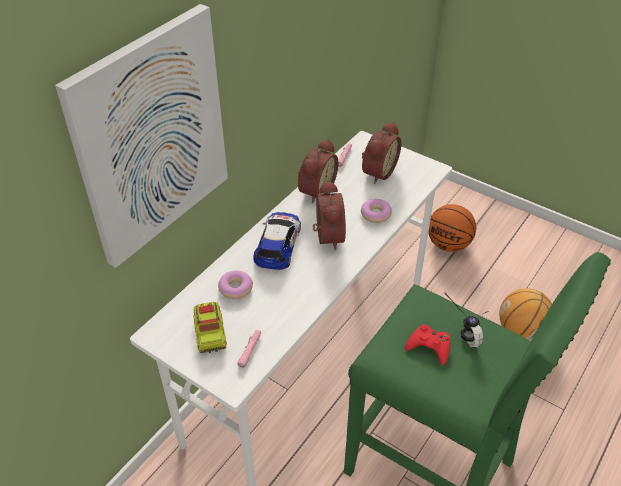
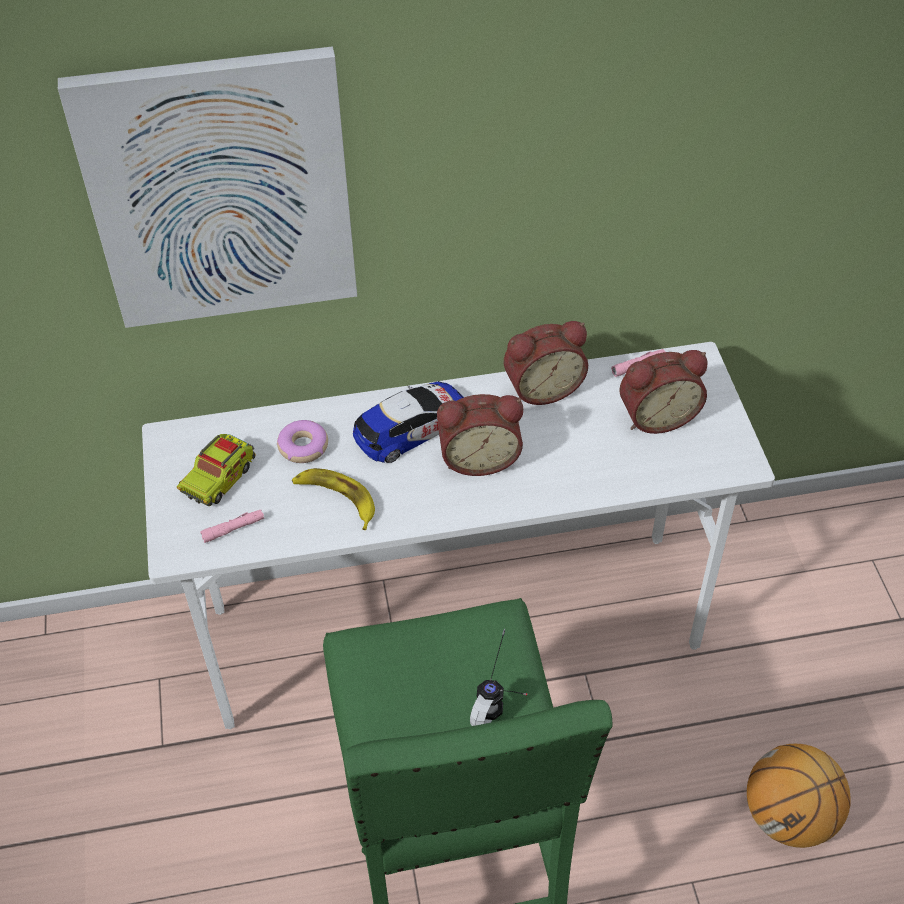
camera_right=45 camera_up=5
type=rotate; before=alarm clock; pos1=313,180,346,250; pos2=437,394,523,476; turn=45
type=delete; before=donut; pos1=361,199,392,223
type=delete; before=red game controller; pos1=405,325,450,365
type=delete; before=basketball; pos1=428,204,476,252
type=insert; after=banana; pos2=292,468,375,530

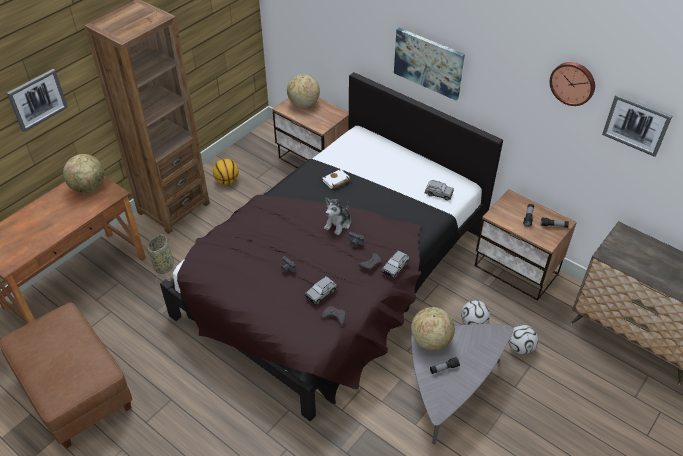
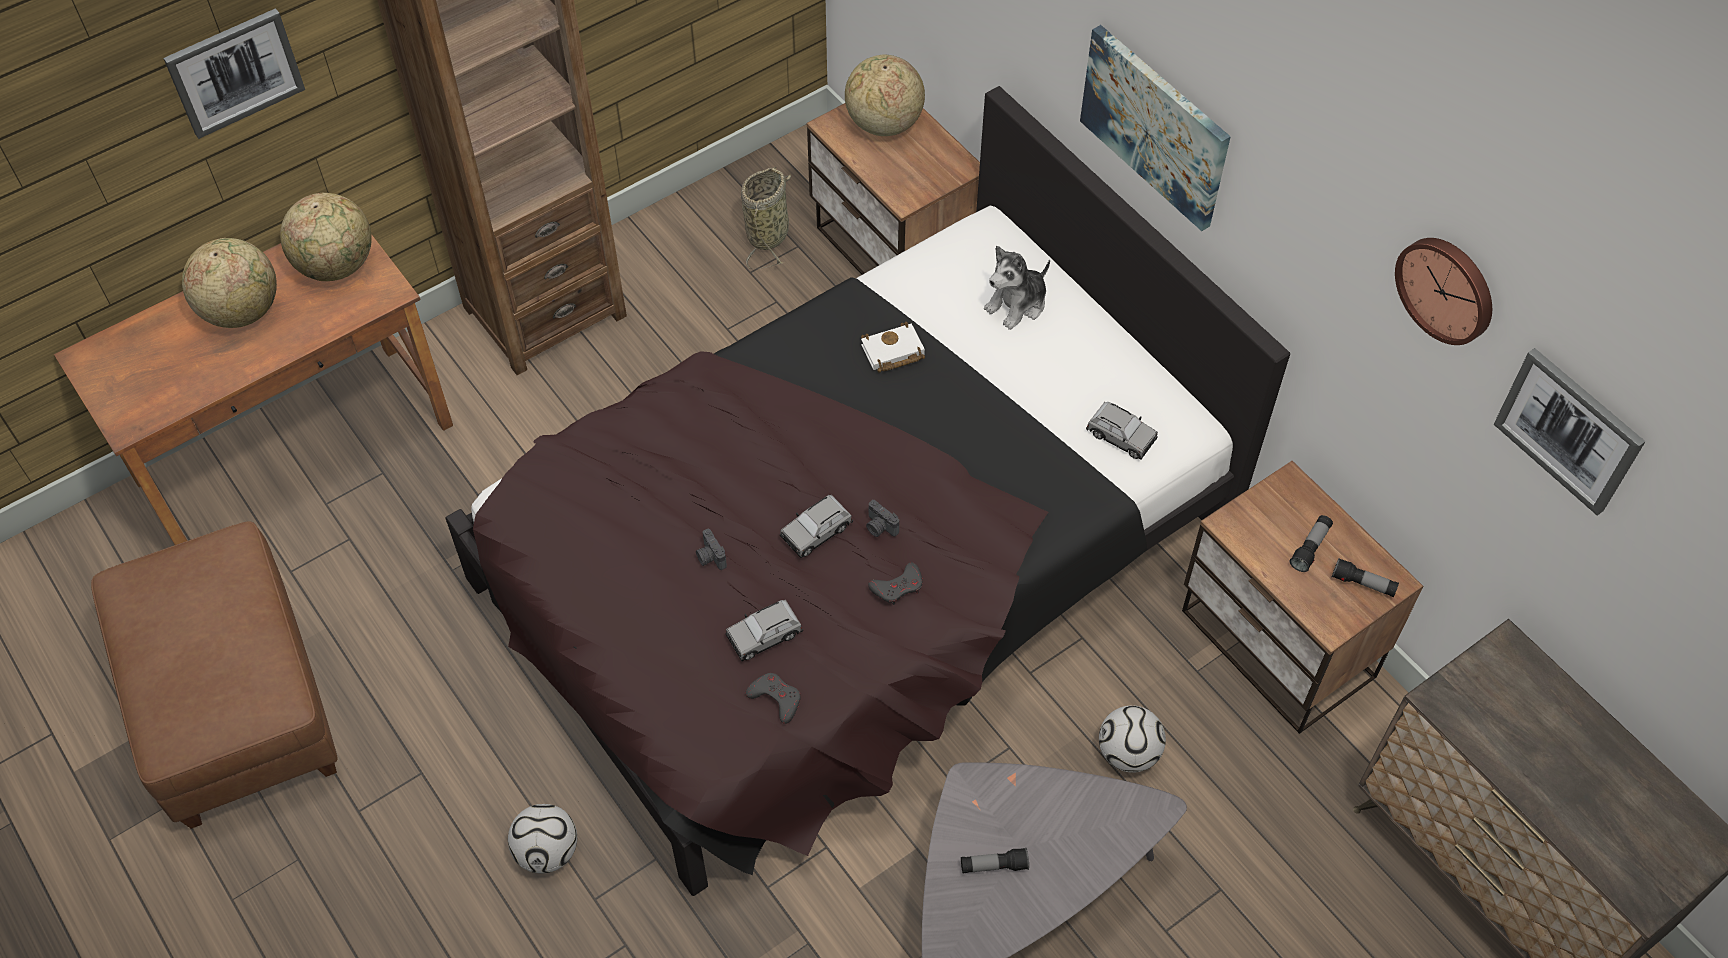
camera_right=15 camera_up=10
type=move; before=basket; pos1=147,234,174,284; pos2=741,167,791,269
type=delete; before=basketball; pos1=213,159,239,185
type=move; before=plush toy; pos1=324,198,351,235; pos2=984,246,1050,330
type=move; before=grey toy car; pos1=381,250,410,278; pos2=780,495,853,558
type=move; before=globe; pos1=411,307,455,351; pos2=182,238,277,328
type=move; before=football; pos1=508,325,538,354; pos2=508,804,577,873

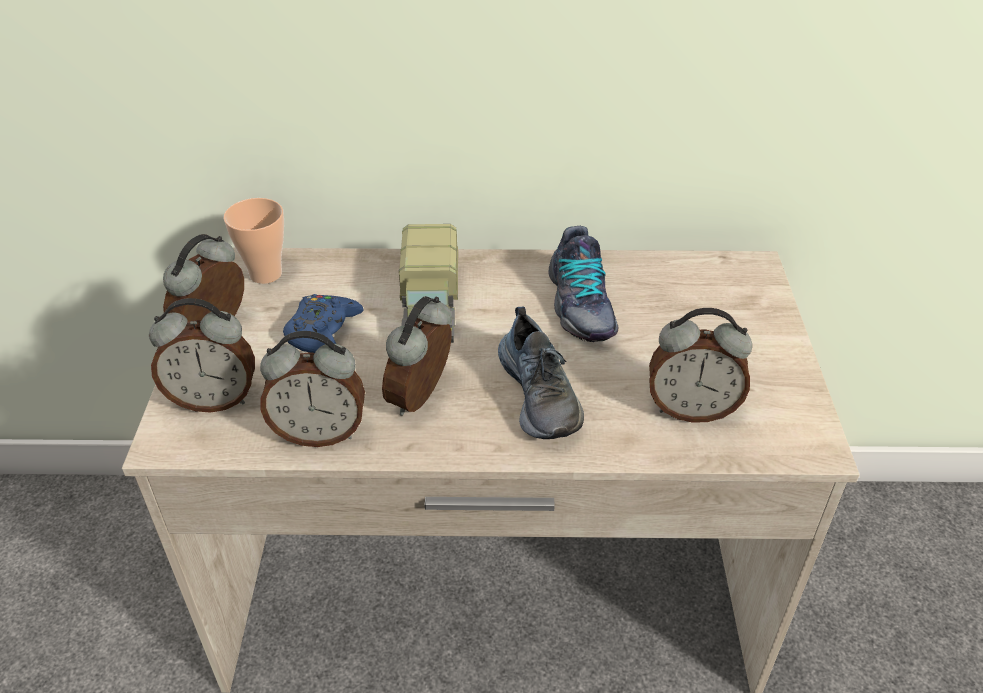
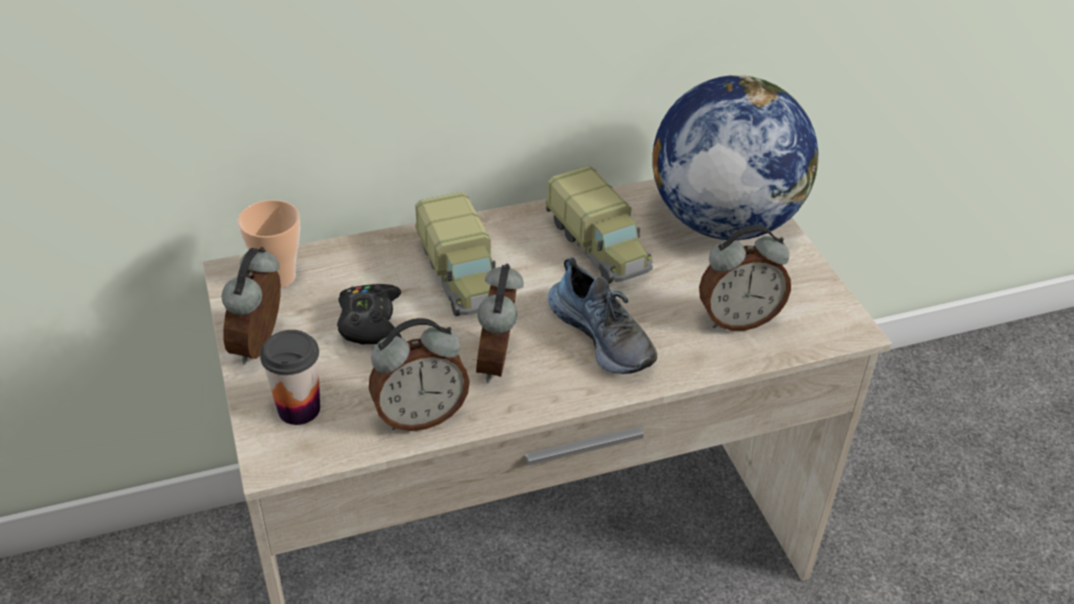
camera_right=-20 camera_up=0
type=replace; before=alarm clock; after=cup; pos1=149,298,255,413; pos2=260,330,320,425
type=recolor; before=blue game controller; after=black game controller; pos1=283,294,364,353; pos2=337,284,402,344
type=replace; before=shoe; after=toy truck; pos1=548,226,618,342; pos2=546,166,653,284
type=insert; after=globe; pos2=652,75,818,240

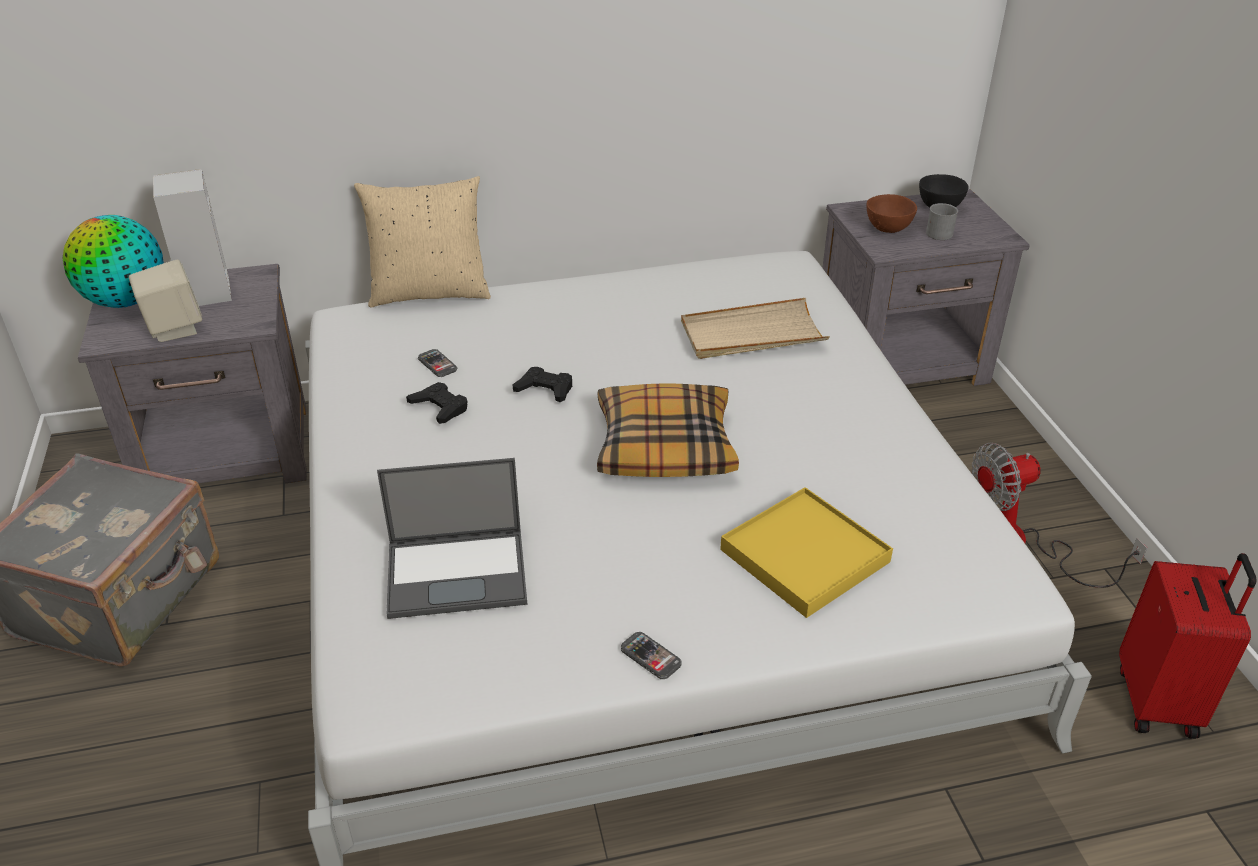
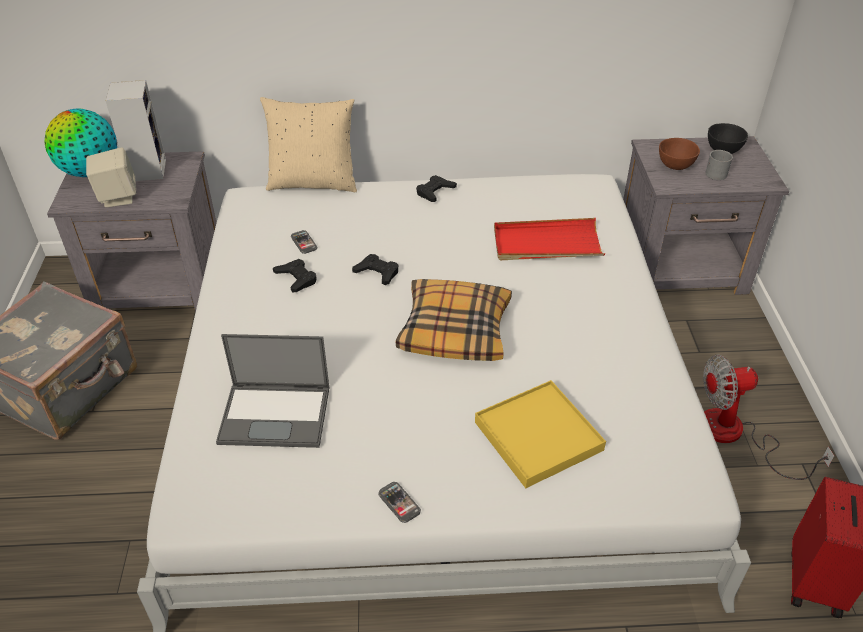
camera_right=10 camera_up=5
type=recolor; before=beige tray; after=red tray; pos1=681,298,830,359; pos2=494,218,605,260
type=insert; after=black game controller; pos2=416,175,457,202

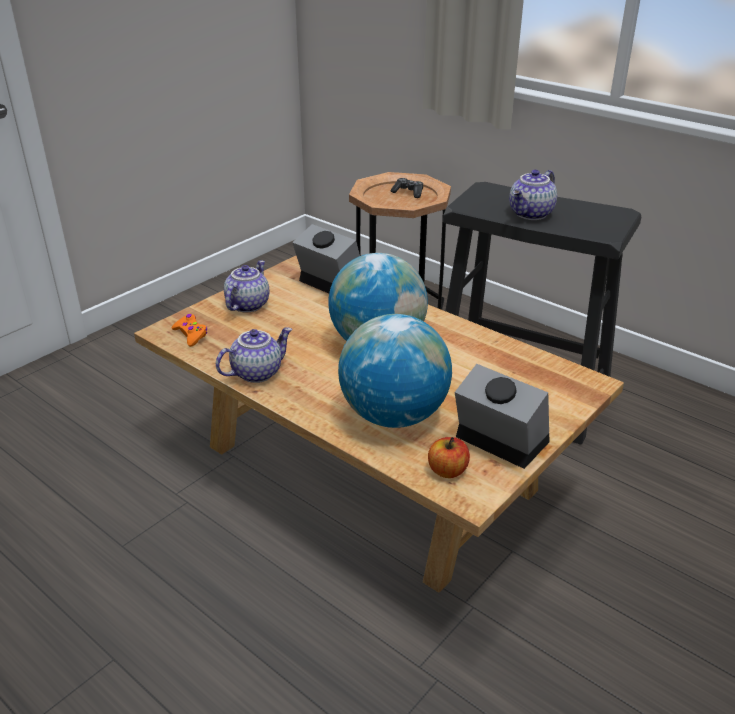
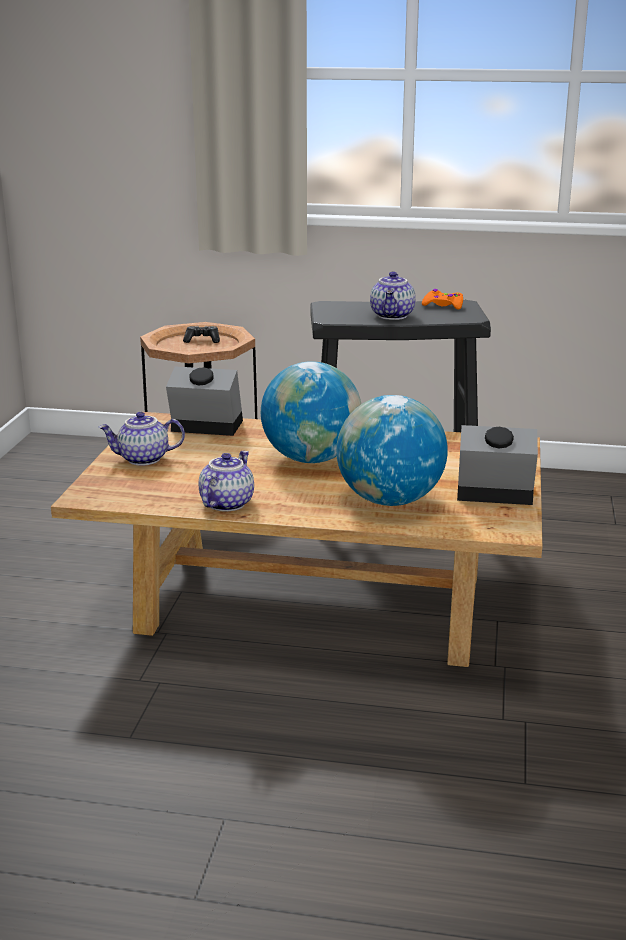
camera_right=-30 camera_up=-10
type=move; before=orange game controller; pos1=171,314,207,347; pos2=422,289,463,310
type=rotate; before=teapot; pos1=224,260,269,312; pos2=98,412,185,466; turn=-90
type=delete; before=apple; pos1=428,437,470,478

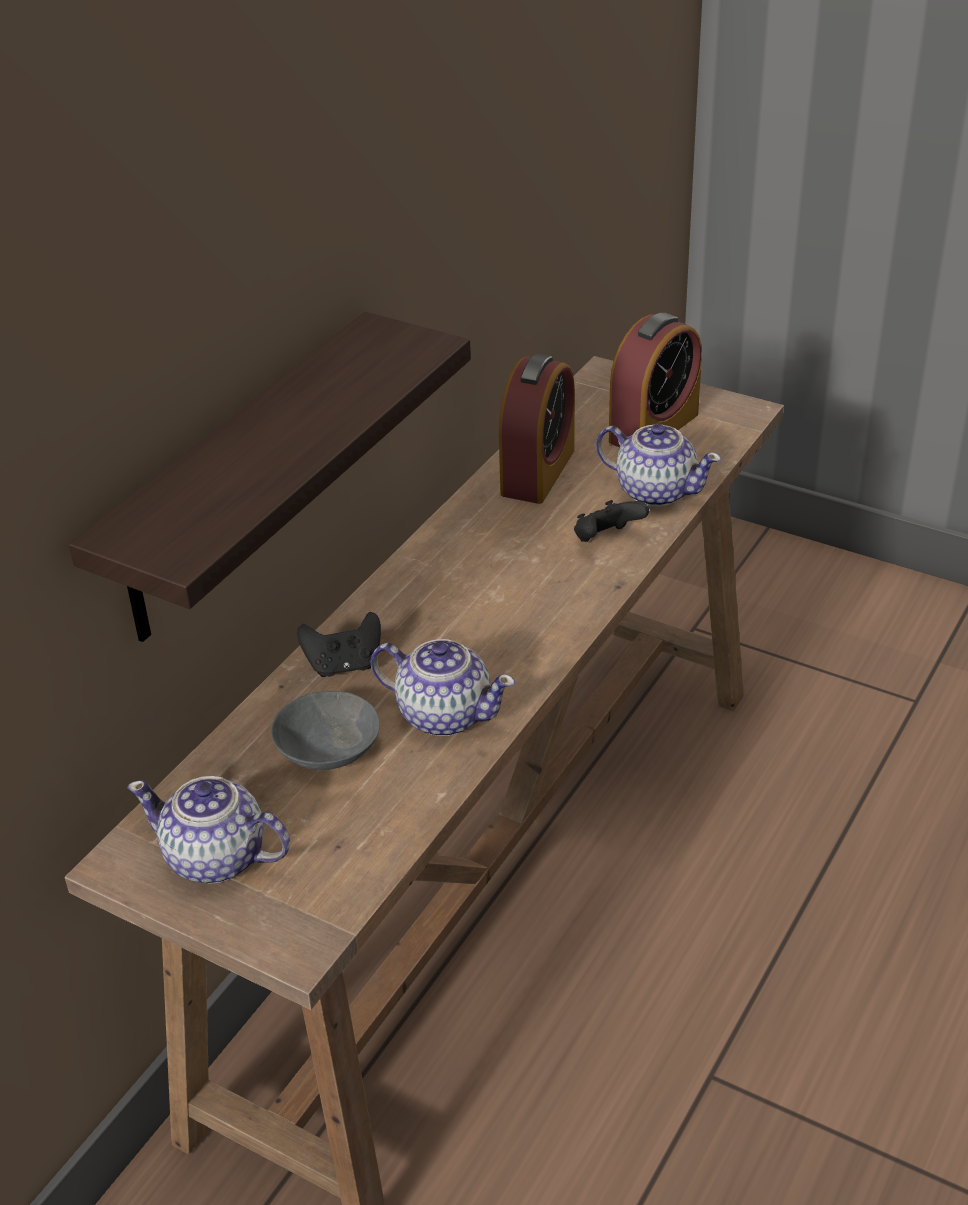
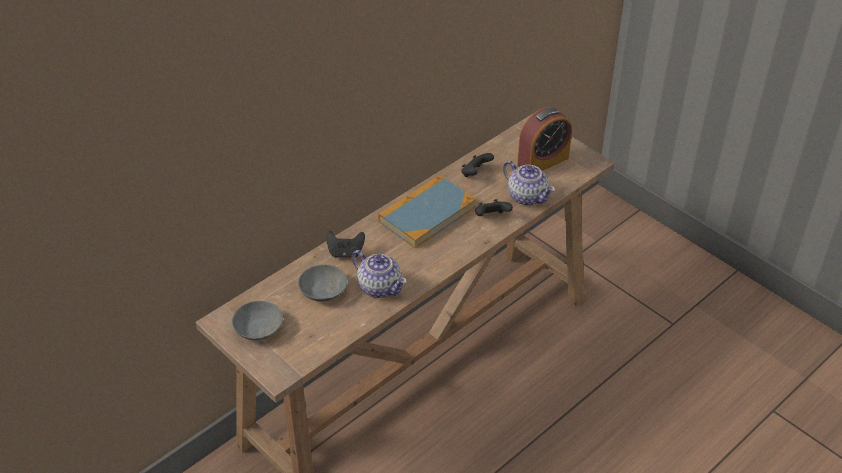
camera_right=15 camera_up=5
type=delete; before=shelf; pos1=69,312,471,642
type=replace; before=teapot; after=grey bowl; pos1=127,776,290,884; pos2=232,301,283,340
type=replace; before=alarm clock; after=black game controller; pos1=499,354,575,504; pos2=461,153,494,177
type=insert; after=book; pos2=378,175,476,248

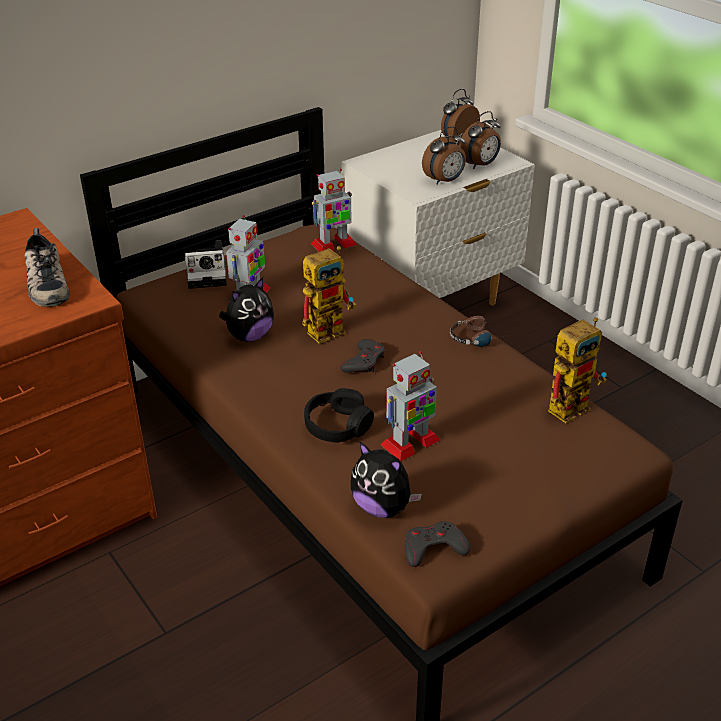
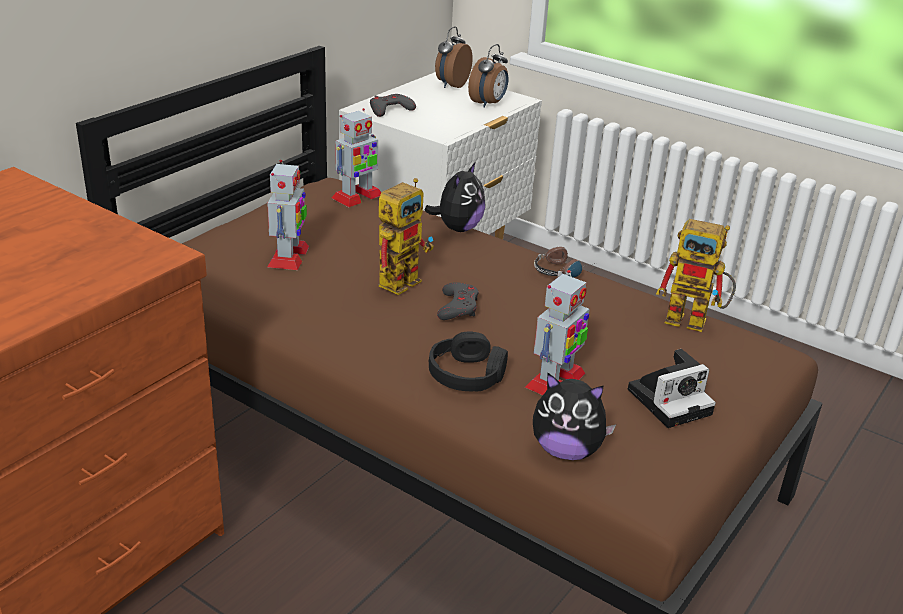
camera_right=-20 camera_up=-5
type=delete; before=shoe; pos1=24,228,70,307
type=move; before=photo camera; pos1=185,240,227,289; pos2=628,349,716,428
type=move; before=plush toy; pos1=219,277,274,342; pos2=424,163,485,232
type=move; before=grey game controller; pos1=405,521,470,567; pos2=370,94,416,117
type=delete; before=alarm clock; pos1=422,126,466,185
type=rotate; before=toy robot; pos1=548,317,607,424; pos2=656,219,736,332; turn=75

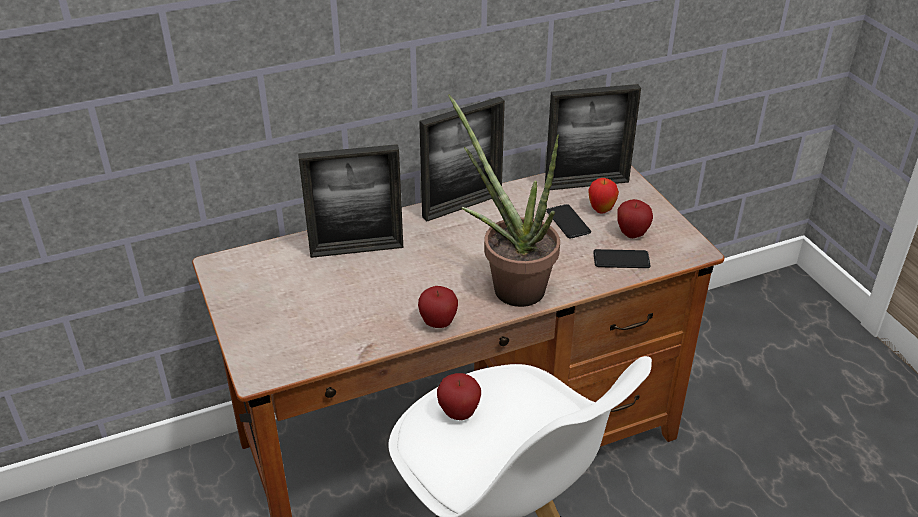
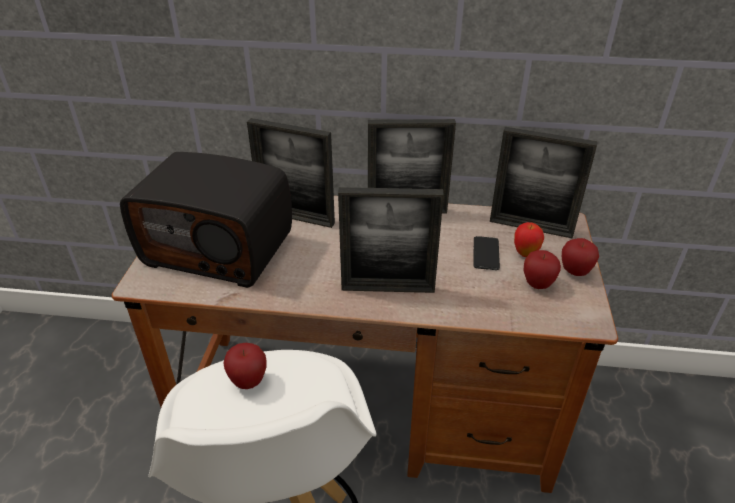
camera_right=30 camera_up=0
type=move; before=apple; pos1=418,286,458,328; pos2=562,238,599,276
type=replace; before=potted plant; after=picture frame; pos1=448,94,560,307; pos2=338,187,444,293
type=delete; before=phone; pos1=593,249,651,268
type=insert; after=radio; pos2=120,152,292,288

